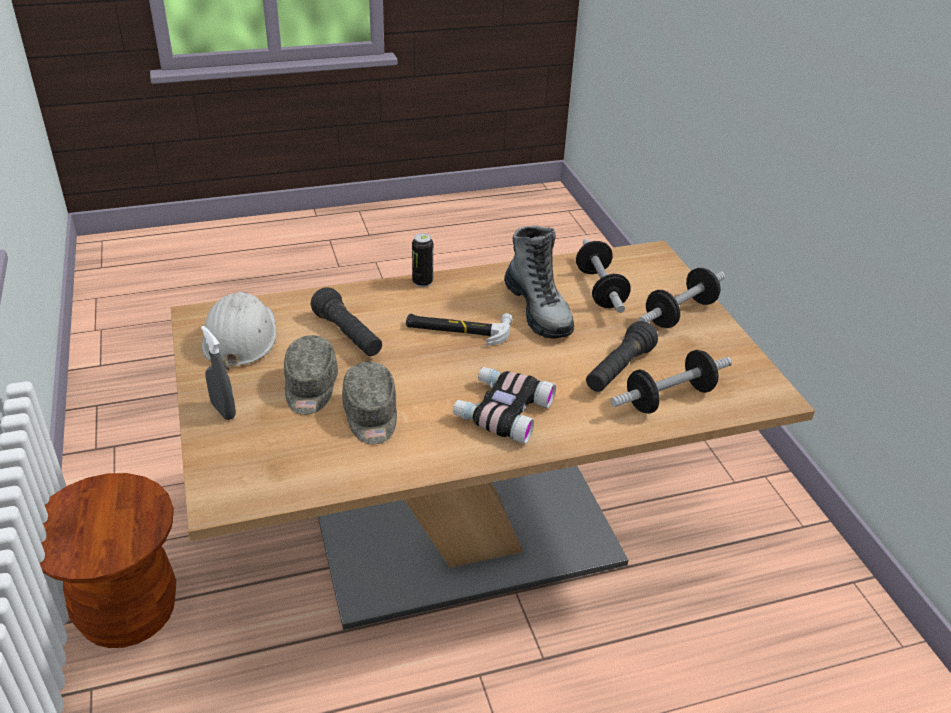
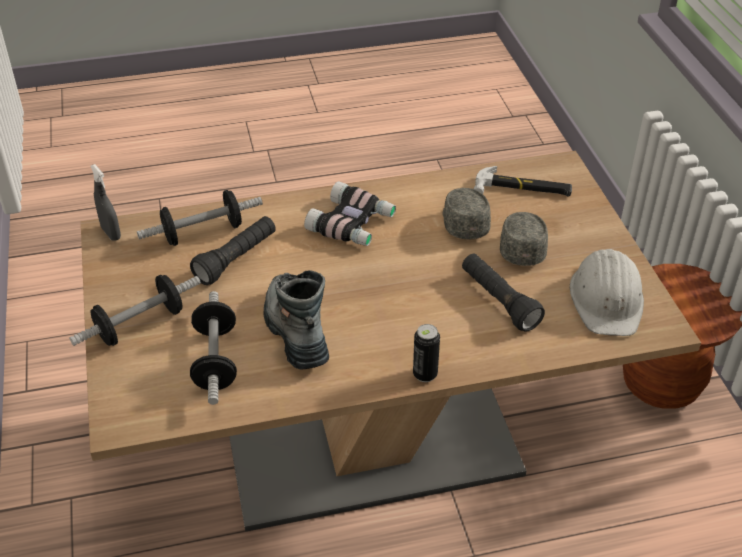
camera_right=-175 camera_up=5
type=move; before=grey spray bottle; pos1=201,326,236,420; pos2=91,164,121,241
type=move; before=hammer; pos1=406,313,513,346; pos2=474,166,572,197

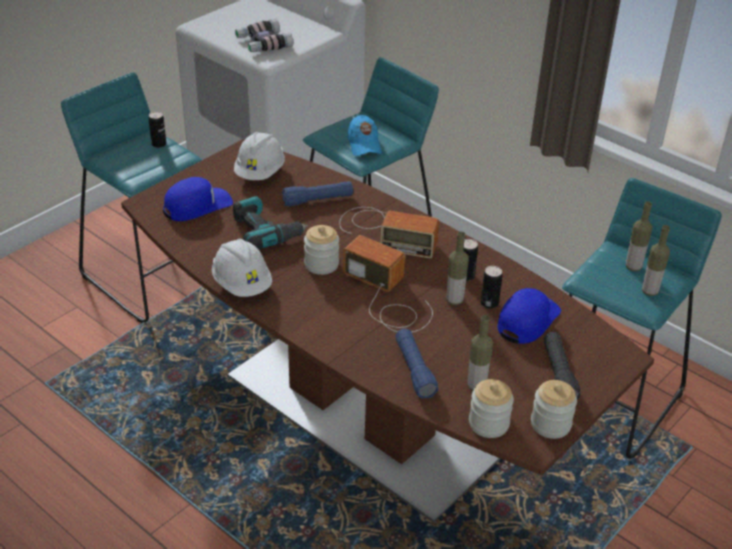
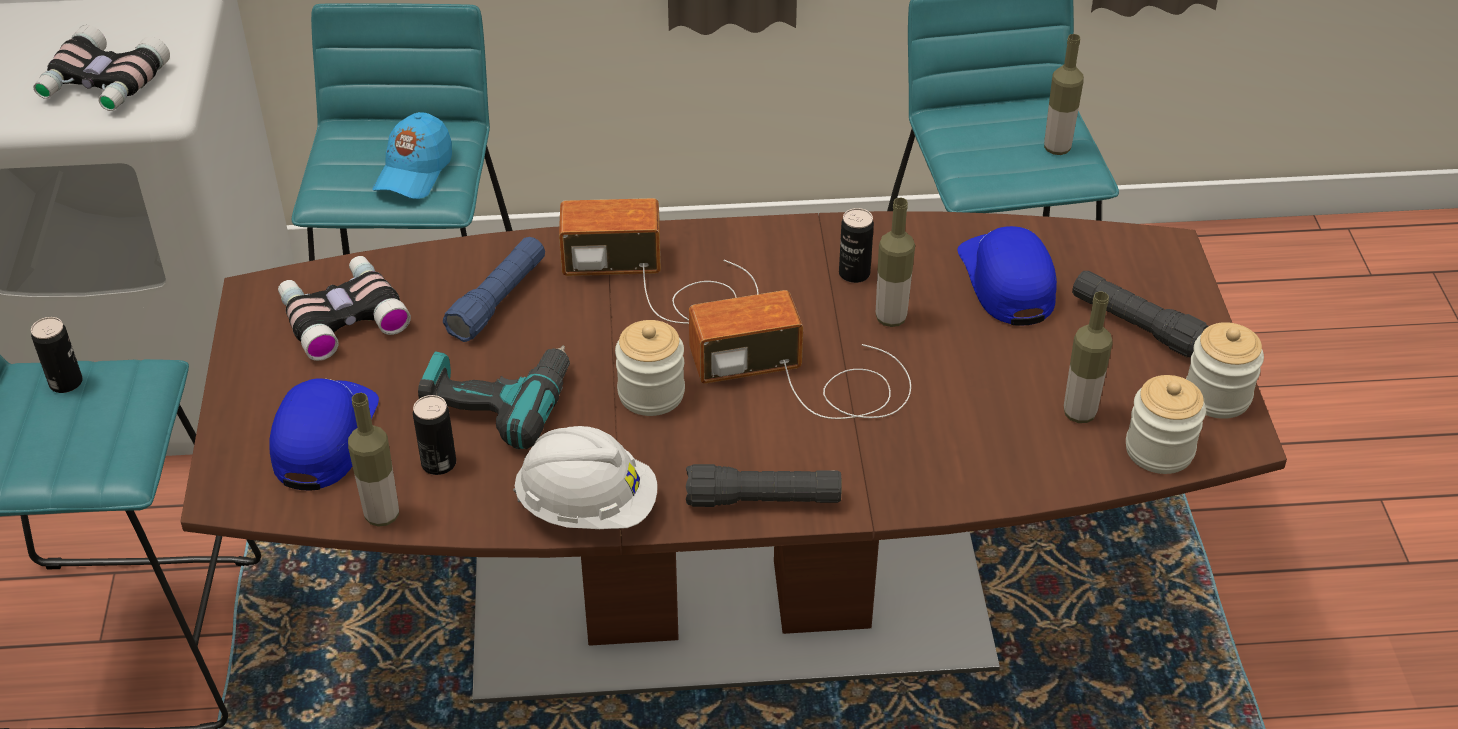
camera_right=-45 camera_up=5
type=replace; before=white hard hat; after=binoculars; pos1=234,132,285,180; pos2=278,256,411,361
type=rotate; before=radio; pos1=340,207,439,258; pos2=559,198,759,324; turn=-150
type=rotate; before=blue cap; pos1=348,115,382,156; pos2=372,112,452,199; turn=75
type=delete; before=blue flashlight; pos1=395,329,438,398
type=move; before=can; pos1=481,266,503,309; pos2=413,395,456,475
type=move; before=bottle; pos1=626,201,652,271; pos2=348,393,399,527
type=insert; after=black flashlight; pos2=686,464,842,507

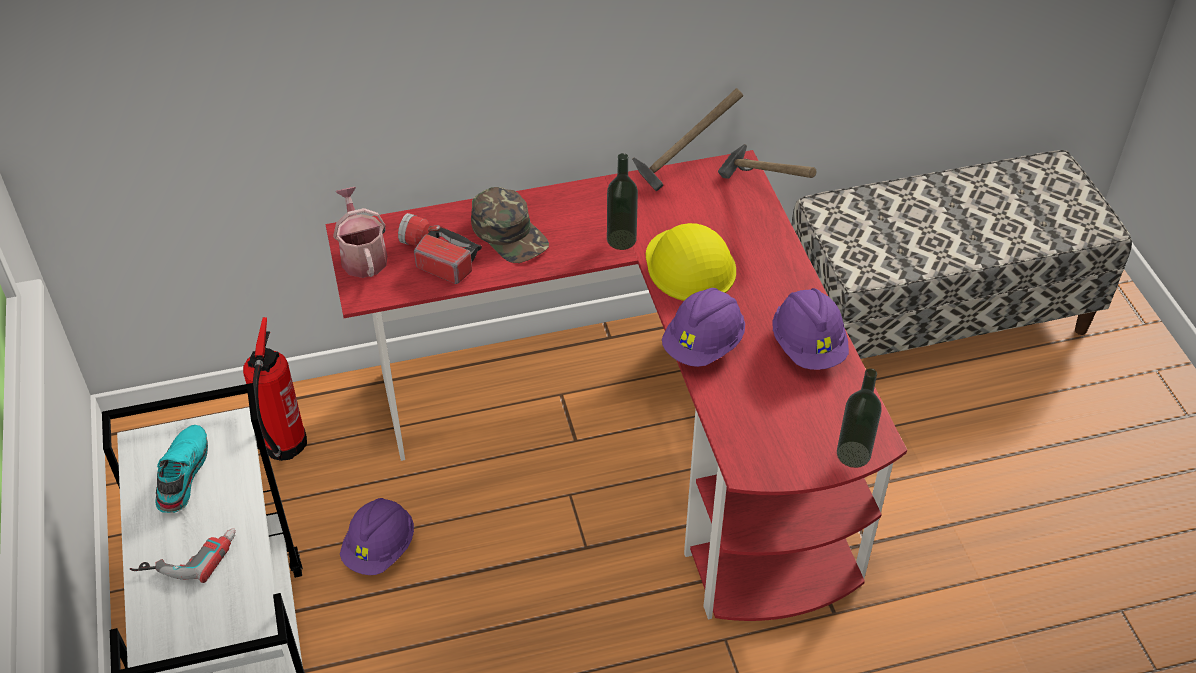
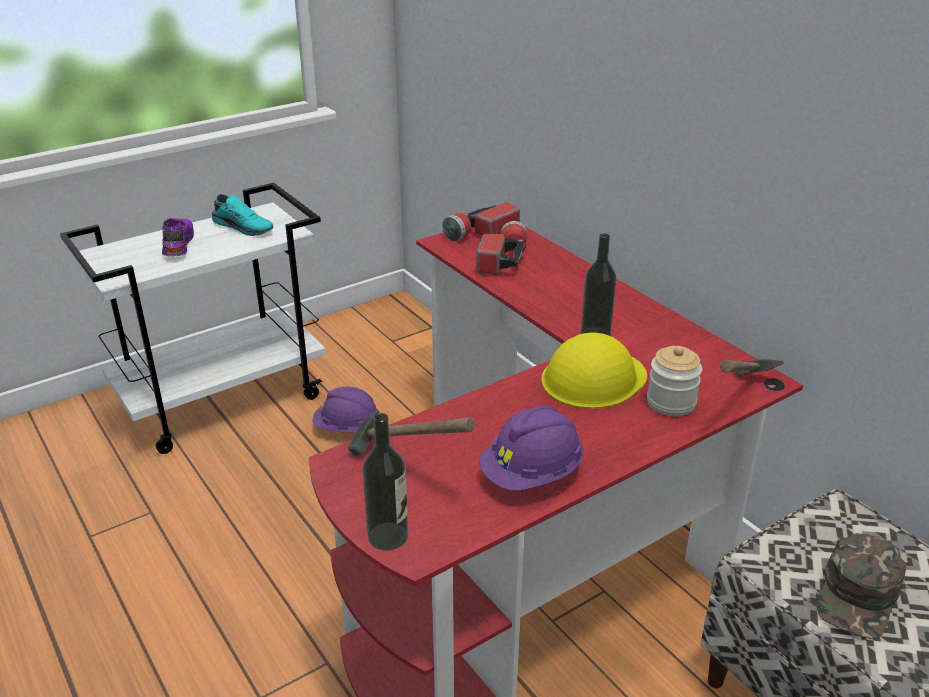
camera_right=70 camera_up=-15
type=replace; before=power drill; after=purple shoe; pos1=130,528,236,583; pos2=162,218,194,256
type=rotate; before=turquoise shoe; pos1=155,425,208,513; pos2=212,194,273,236; turn=45
type=delete; before=fire extinguisher; pos1=243,317,307,461
type=replace; before=watering can; after=flashlight; pos1=333,187,387,278; pos2=442,202,520,242
type=move; before=green cap; pos1=471,187,549,263; pos2=817,533,906,639
type=move; before=hammer; pos1=632,88,743,191; pos2=347,410,476,455
type=delete; before=purple hard hat; pos1=662,288,745,367
type=insert; after=jar; pos2=647,346,702,416

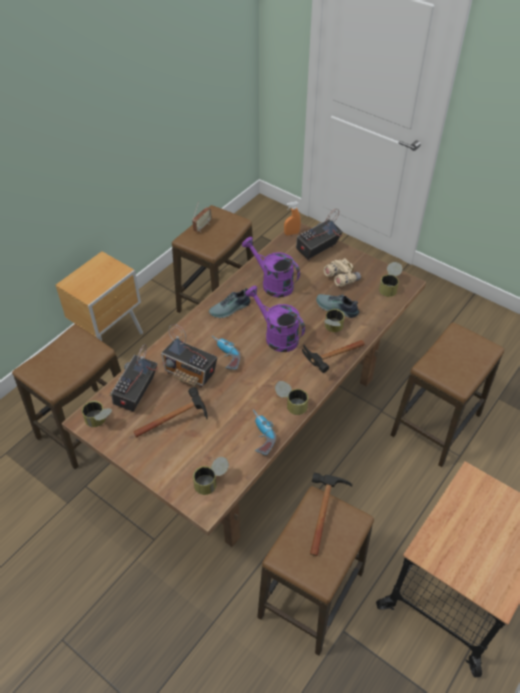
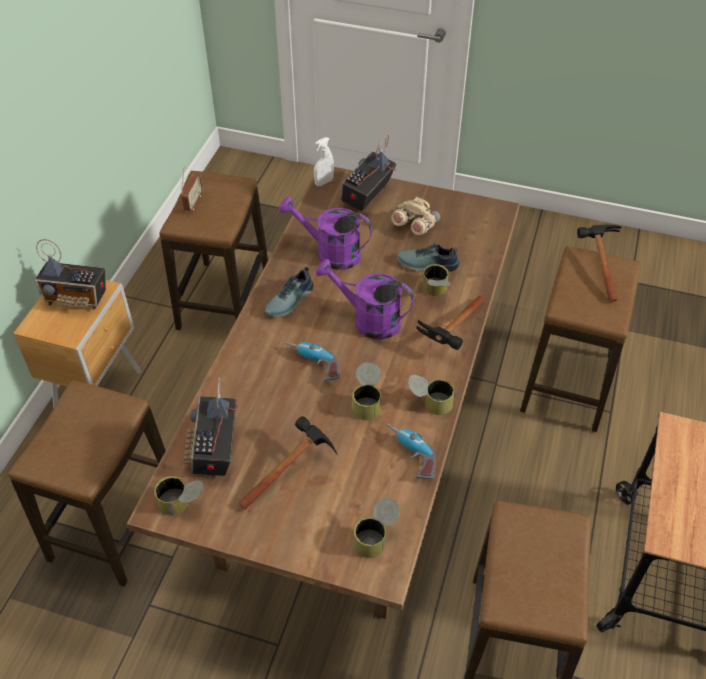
camera_right=-20 camera_up=0
type=move; before=radio; pos1=161,324,217,388; pos2=35,239,106,309
type=recolor; before=orange spray bottle; after=white spray bottle; pos1=284,202,301,236; pos2=314,137,334,186
type=move; before=hammer; pos1=310,473,353,556; pos2=577,225,621,302
type=move; before=can; pos1=379,262,403,297; pos2=352,362,381,420

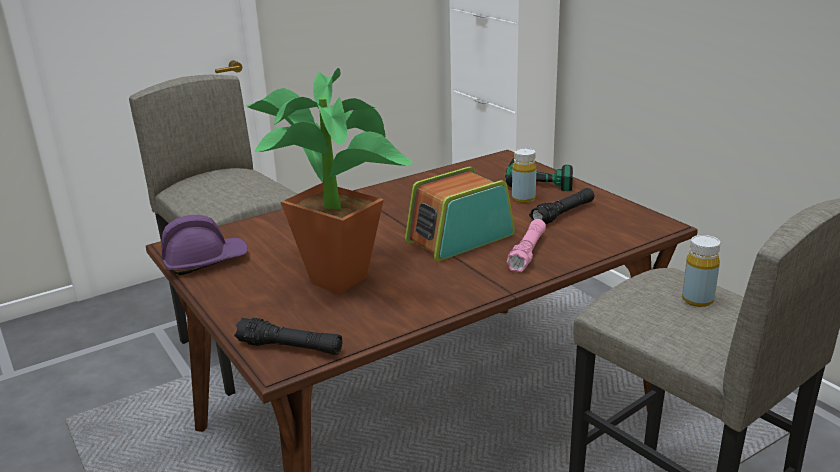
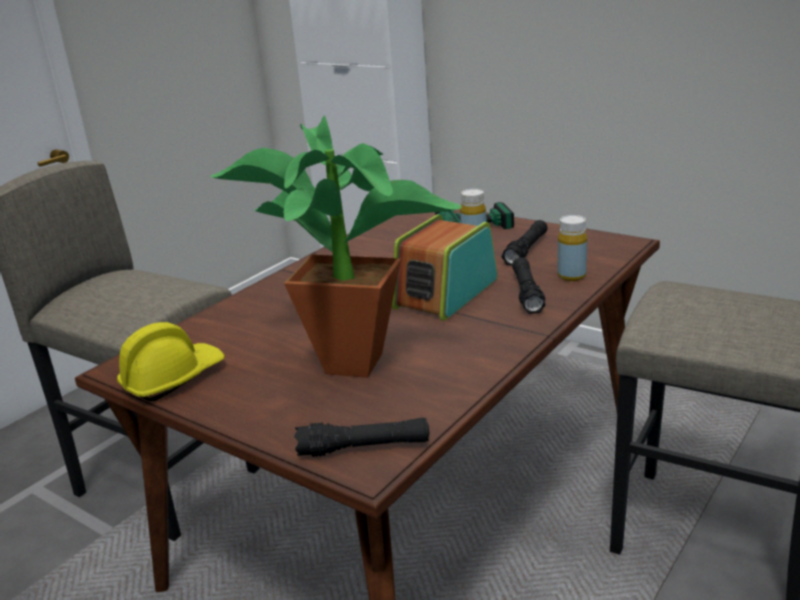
camera_right=-20 camera_up=0
type=recolor; before=purple hard hat; after=yellow hard hat; pos1=161,215,248,275; pos2=117,322,225,401
type=recolor; before=pink flashlight; after=black flashlight; pos1=506,219,546,272; pos2=512,257,545,314
type=move; before=yellow bottle; pos1=682,235,721,307; pos2=558,215,587,281

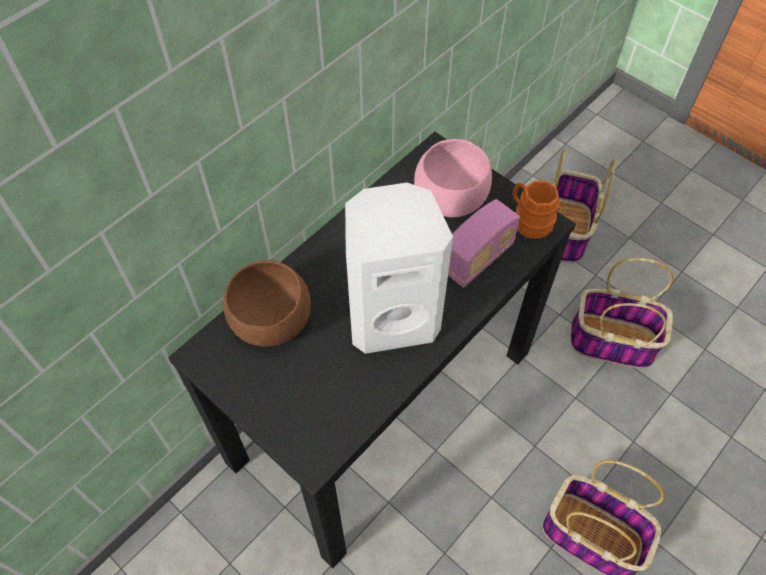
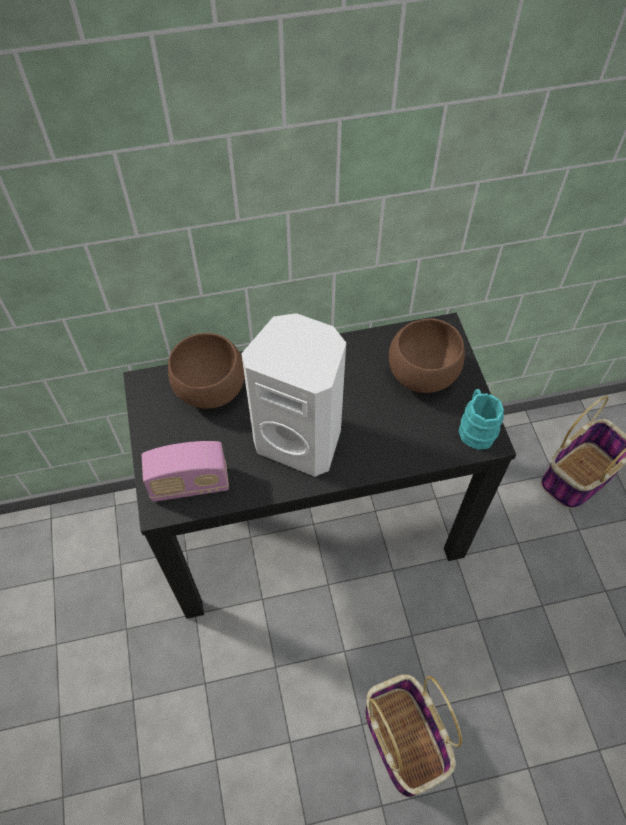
camera_right=35 camera_up=0
type=recolor; before=pink bowl; after=brown bowl; pos1=414,139,492,217; pos2=389,319,465,393
type=move; before=radio; pos1=448,199,520,288; pos2=142,441,229,502
type=recolor; before=orange mug; after=turquoise mug; pos1=512,181,560,239; pos2=459,389,504,450
type=delete; before=basket; pos1=571,258,673,368

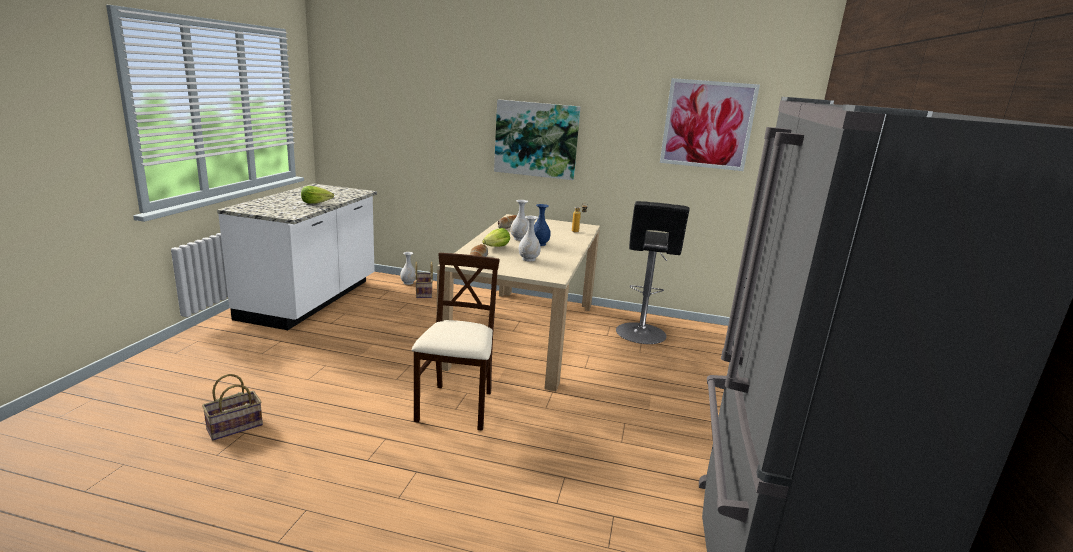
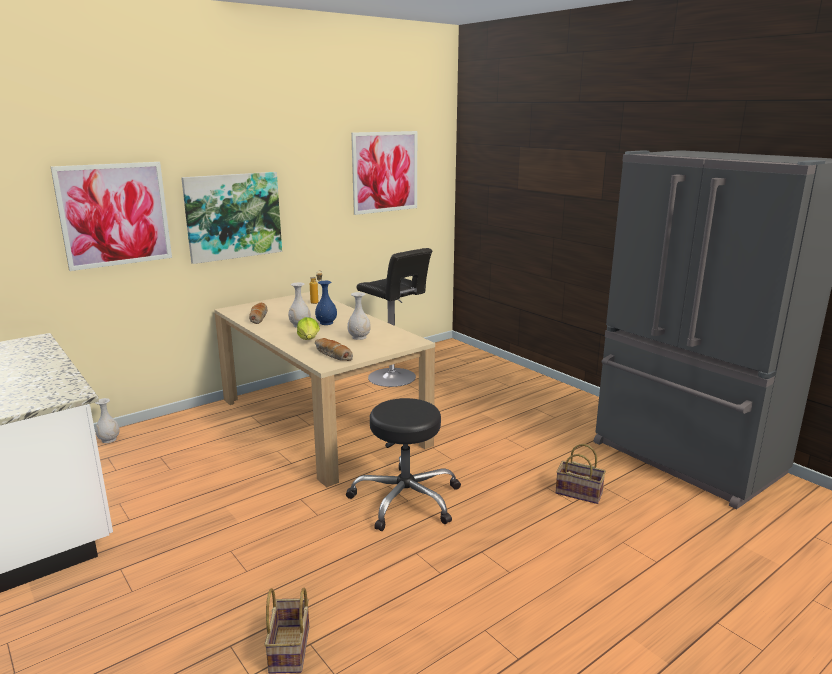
camera_right=-50 camera_up=0
type=delete; before=lettuce; pos1=301,186,334,203
type=replace; before=beige chair; after=black stool; pos1=412,253,500,431; pos2=346,398,461,531
type=move; before=basket; pos1=415,262,433,298; pos2=555,444,606,504
type=insert; after=picture; pos2=51,162,172,271

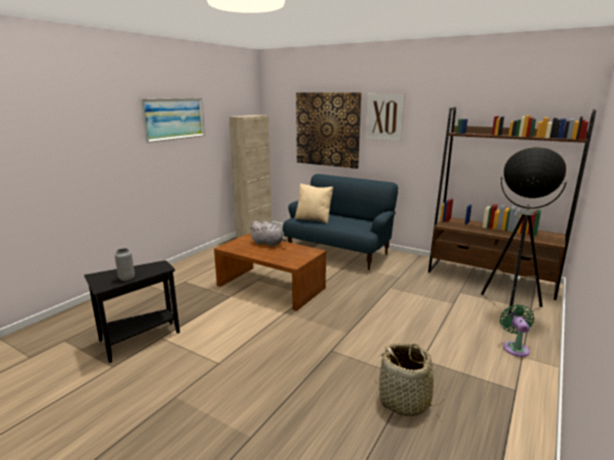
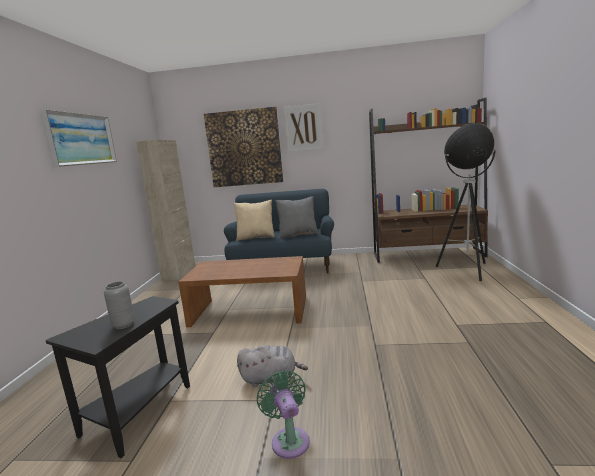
camera_right=-25 camera_up=-5
type=move; before=grey plush toy; pos1=249,221,286,247; pos2=237,345,308,387
type=delete; before=basket; pos1=375,343,443,416
type=move; before=green fan; pos1=500,304,534,357; pos2=257,370,310,459
type=insert; after=grey pillow; pos2=275,196,318,239

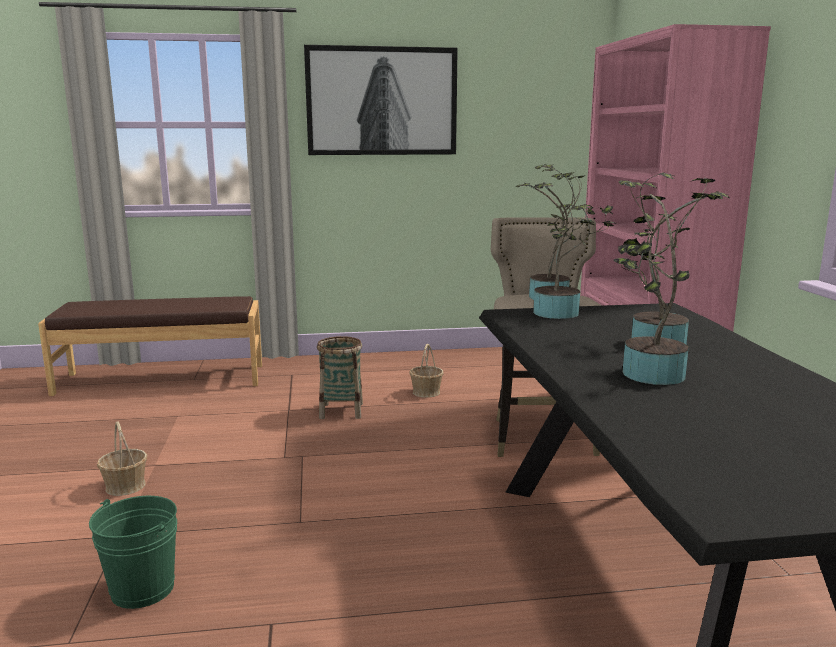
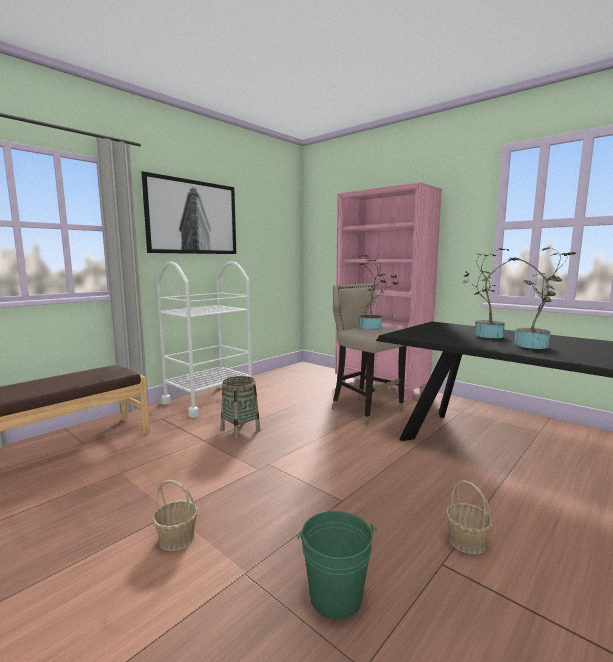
camera_right=-40 camera_up=-5
type=move; before=basket; pos1=409,344,444,398; pos2=446,480,493,554
type=delete; before=potted plant; pos1=533,164,616,319
type=insert; after=white cart; pos2=156,261,252,418

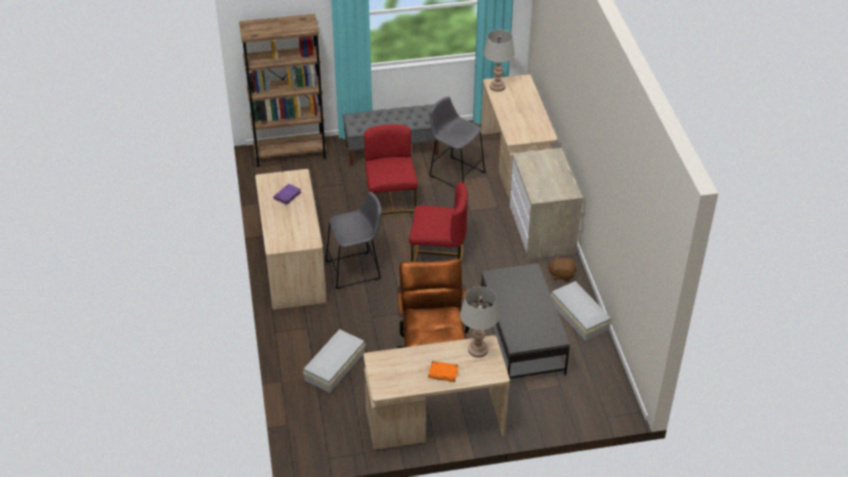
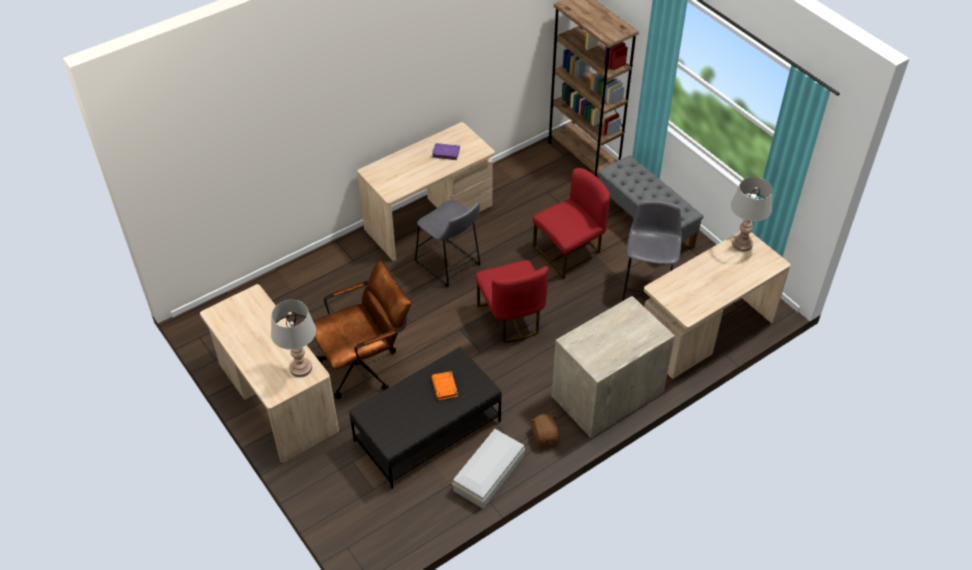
camera_right=65 camera_up=5
type=delete; before=white storage box; pos1=303,329,365,393
type=move; before=orange book; pos1=428,361,458,382; pos2=431,371,458,400

